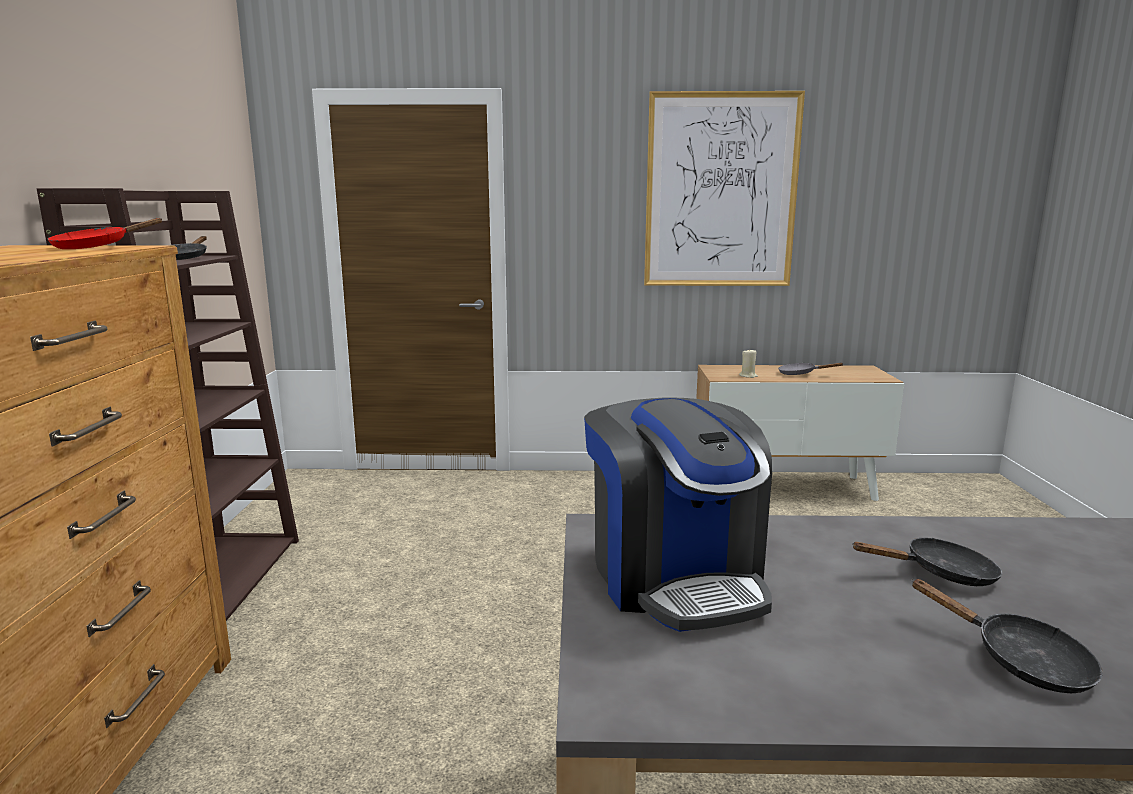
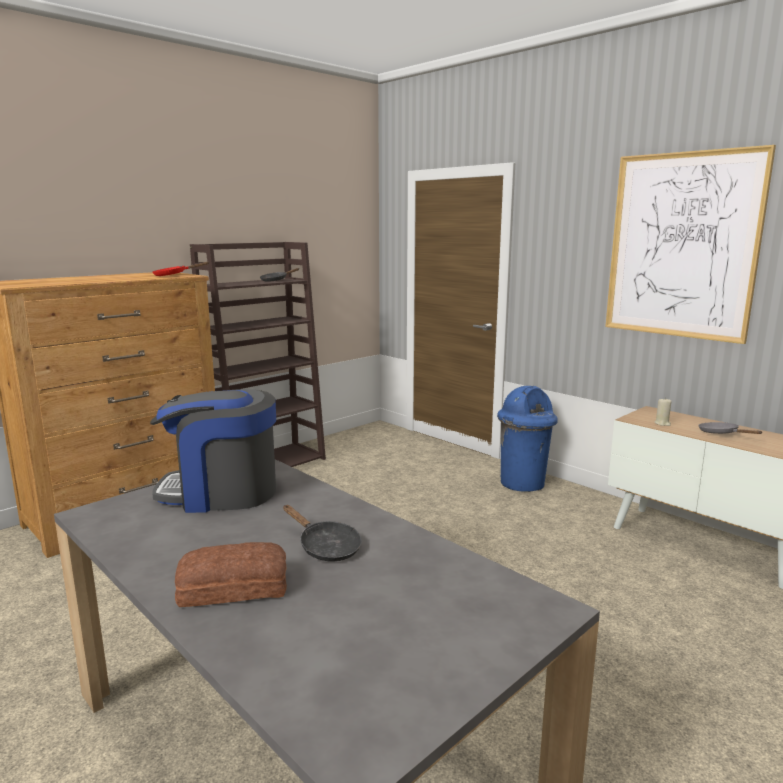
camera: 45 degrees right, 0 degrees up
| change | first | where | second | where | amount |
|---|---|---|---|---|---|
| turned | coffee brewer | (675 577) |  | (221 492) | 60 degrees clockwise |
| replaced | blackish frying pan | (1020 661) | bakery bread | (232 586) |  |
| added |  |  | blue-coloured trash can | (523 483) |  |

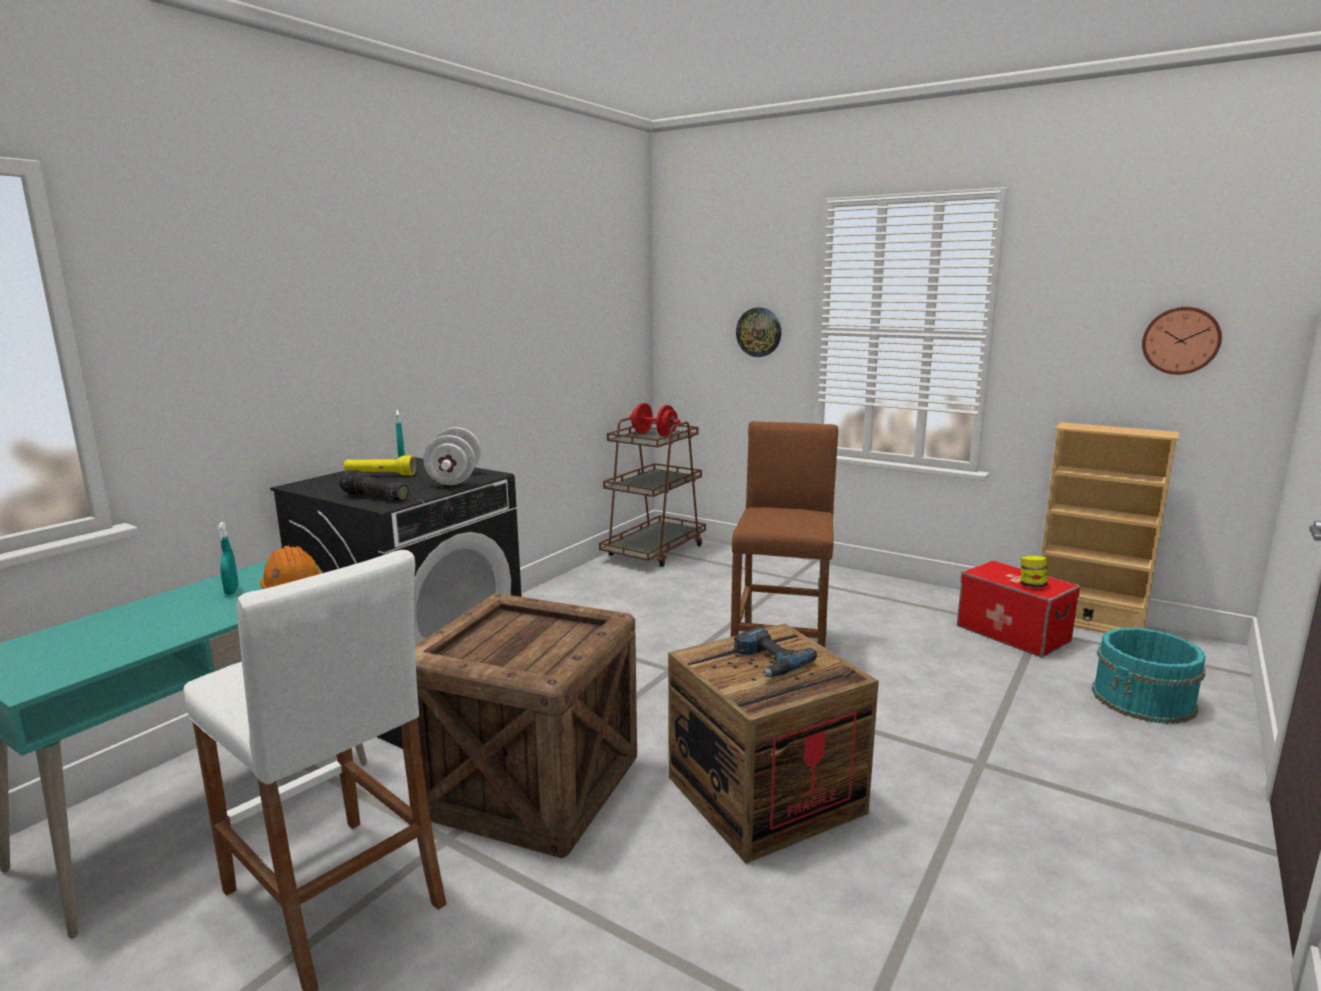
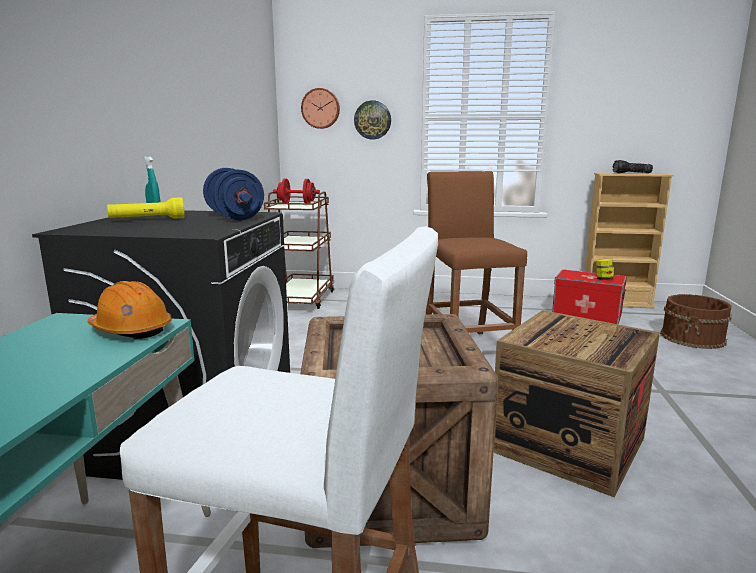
camera: 25 degrees left, 0 degrees up
| change | first | where | second | where | amount |
|---|---|---|---|---|---|
| moved | hanging clock | (1181 340) |  | (321 108) |  |
| recoloured | white-coloured dumbbell | (454 479) | blue-coloured dumbbell | (234 217) |  |
| moved | flashlight | (374 497) |  | (631 173) |  |
| removed | blue-green hand sprayer | (232 591) |  |  |  |
| removed | power drill | (767 661) |  |  |  |
| recoloured | blue-green bucket | (1144 699) | brownish bucket | (693 338) |  |

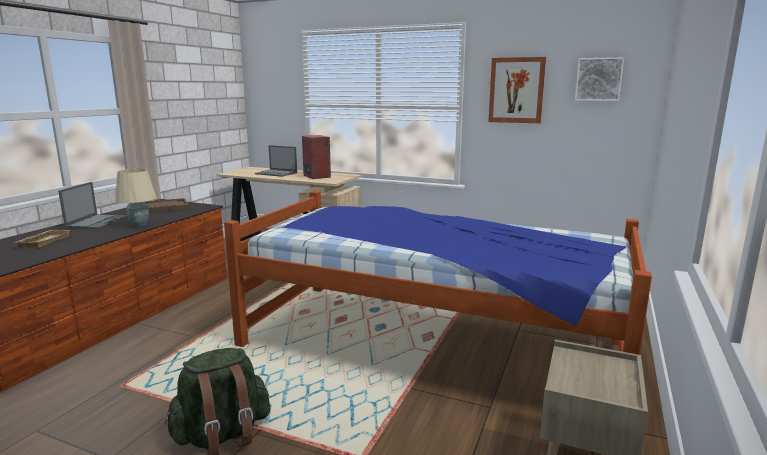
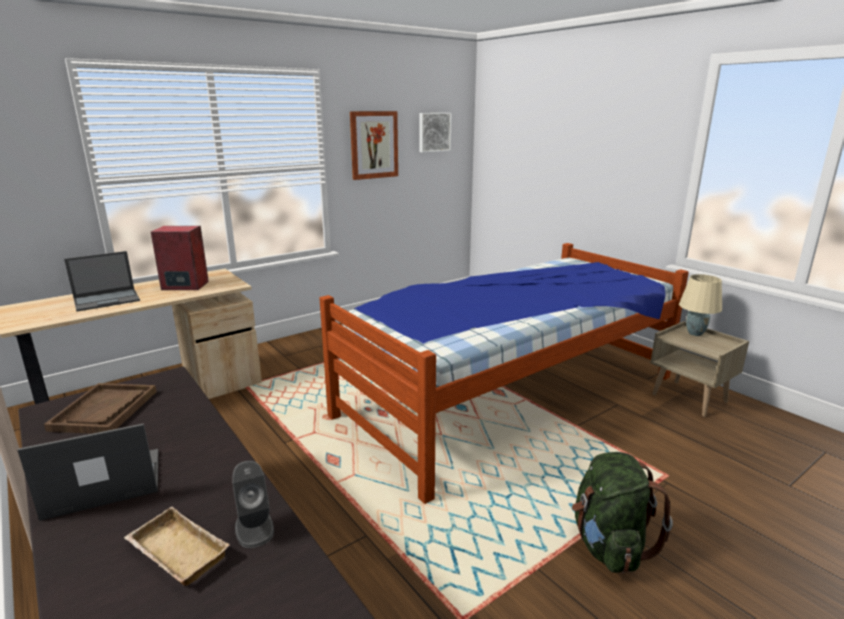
camera: 60 degrees left, 5 degrees up
| change | first | where | second | where | amount |
|---|---|---|---|---|---|
| moved | beige-coloured lamp for a table | (140 225) |  | (694 333) |  |
| turned | notebook computer | (97 222) |  | (102 484) | 60 degrees counterclockwise |
| added |  |  | grey speaker | (254 527) |  |

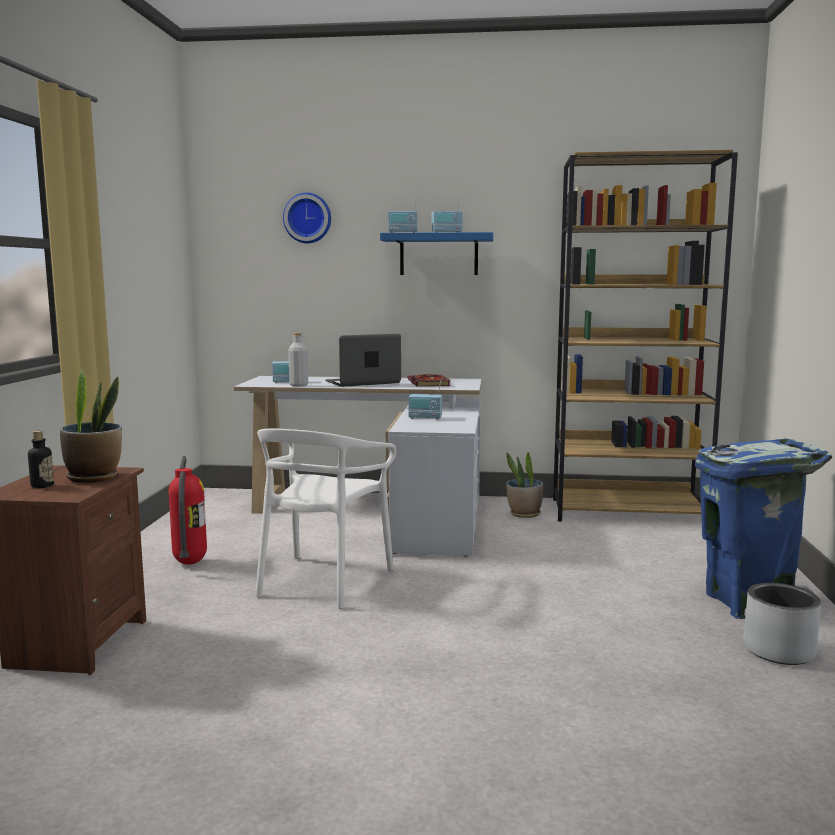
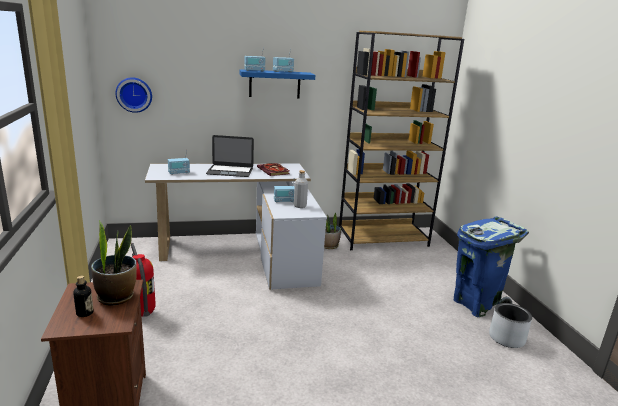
camera: 20 degrees left, 10 degrees up
| change | first | where | second | where | amount |
|---|---|---|---|---|---|
| moved | hanging clock | (308 218) |  | (134 94) |  |
| moved | grey beverage bottle | (298 385) |  | (300 206) |  |
| turned | notebook computer | (362 382) |  | (230 171) | 135 degrees counterclockwise |
| removed | white-coloured upright chair | (323 581) |  |  |  |

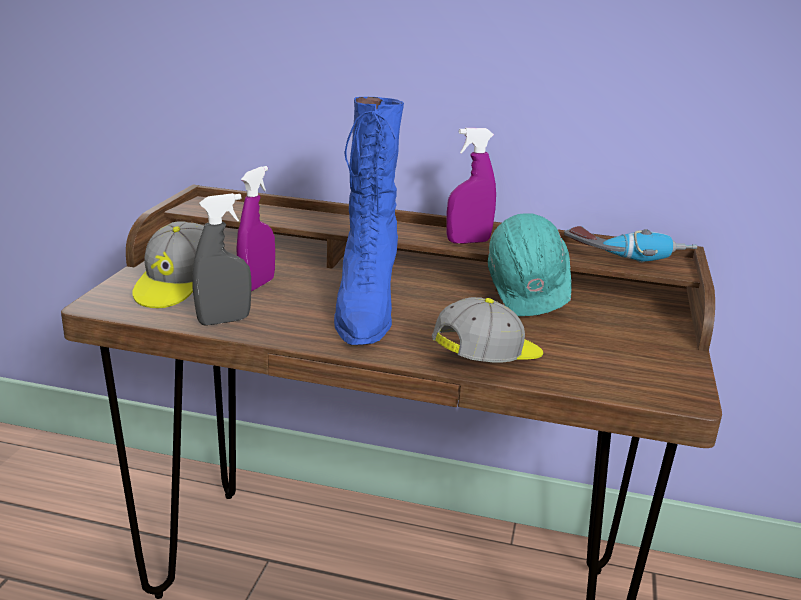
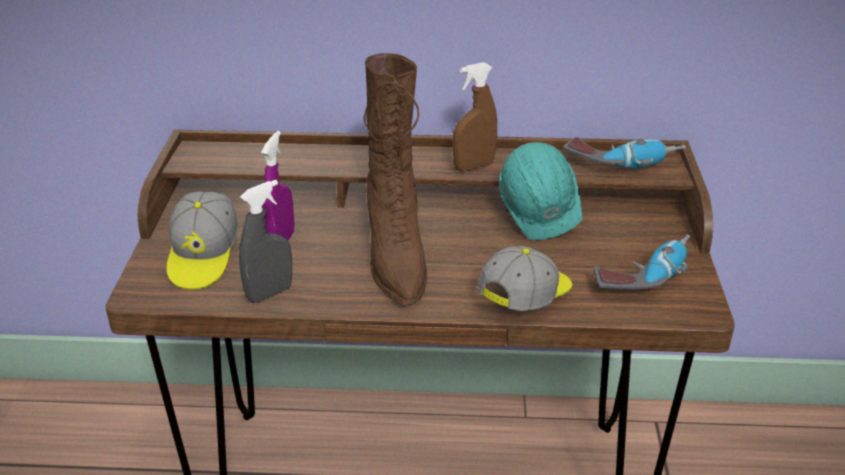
camera: 10 degrees left, 10 degrees up
| change | first | where | second | where | amount |
|---|---|---|---|---|---|
| recoloured | blue-coloured high-top boot | (365 310) | brownish high-top boot | (395 257) |  |
| recoloured | purple hand sprayer | (468 241) | brownish hand sprayer | (473 166) |  |
| added |  |  | power drill | (645 275) |  |

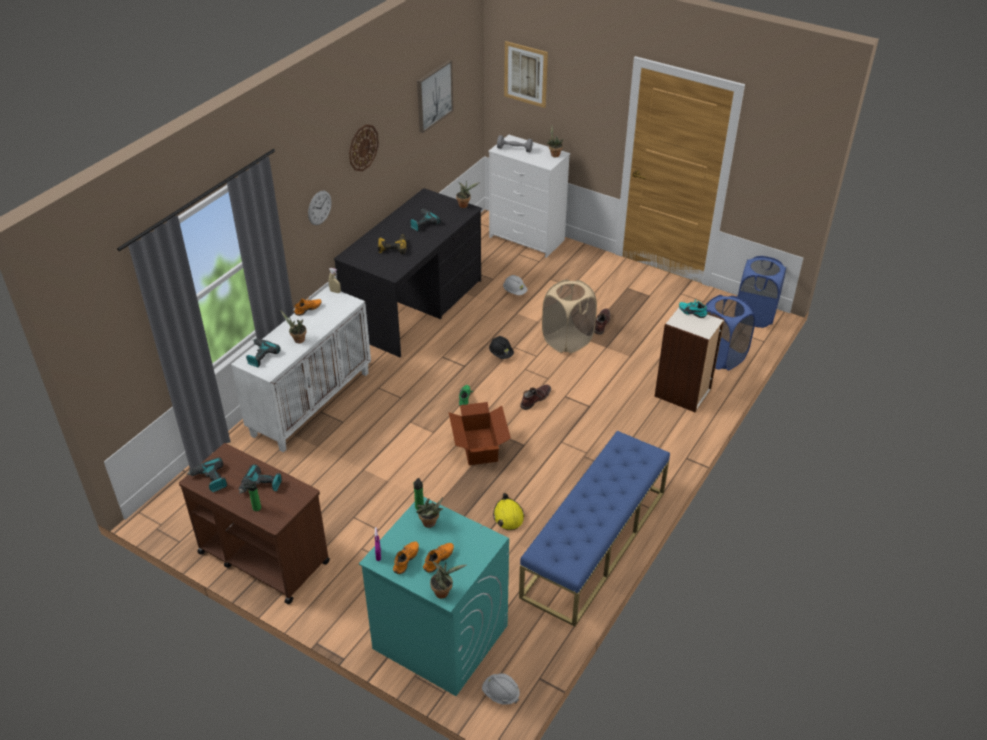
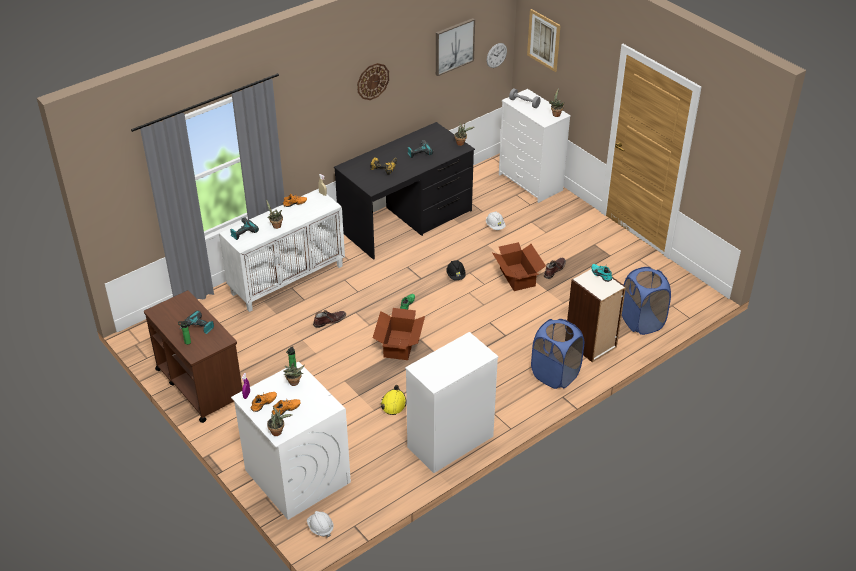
camera: 20 degrees right, 0 degrees up
| change | first | where | second | where | amount |
|---|---|---|---|---|---|
| moved | hanging clock | (319 207) |  | (496 55) |  |
| moved | blue-coloured washing basket | (755 316) |  | (555 375) |  |
| replaced | beige-coloured washing basket | (567 340) | carton | (517 277) |  |
| moved | brownish high-top boot | (535 399) |  | (329 321) |  |
| replaced | blue-coloured long seat | (594 543) | white-coloured drawer chest | (449 442) |  |
| removed | power drill | (210 479) |  |  |  |
| recoloured | blue-green washing machine | (439 636) | white-coloured washing machine | (297 476) |  |

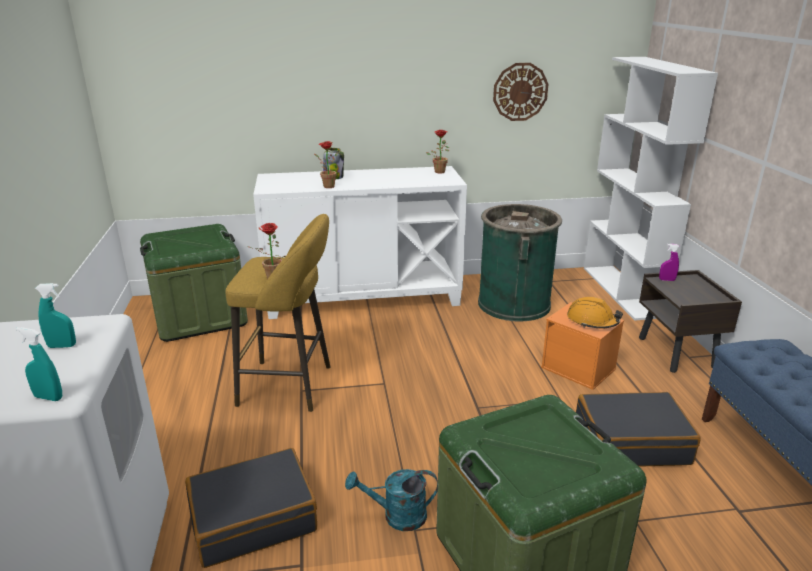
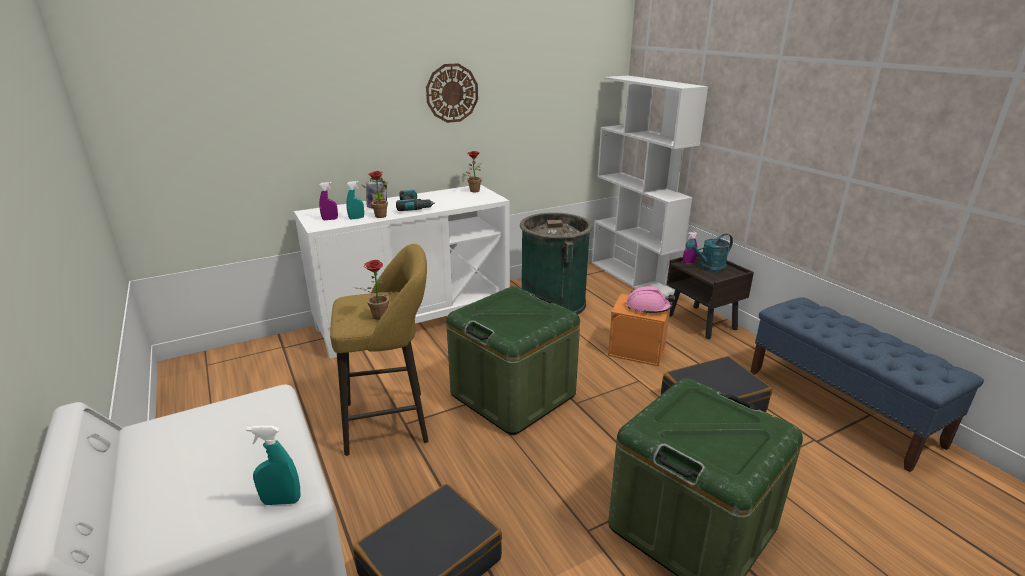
camera: 20 degrees left, 0 degrees up
| change | first | where | second | where | amount |
|---|---|---|---|---|---|
| moved | hanging clock | (520 92) |  | (452 93) |  |
| moved | green storage container | (199 316) |  | (513 394) |  |
| moved | blue-green hand sprayer | (62 346) |  | (356 218) |  |
| recoloured | orangey work helmet | (592 321) | pinkish work helmet | (648 307) |  |
| moved | blue-green watering pot | (397 516) |  | (708 268) |  |
| added |  |  | purple hand sprayer | (330 219) |  |
| added |  |  | power drill | (414 207) |  |

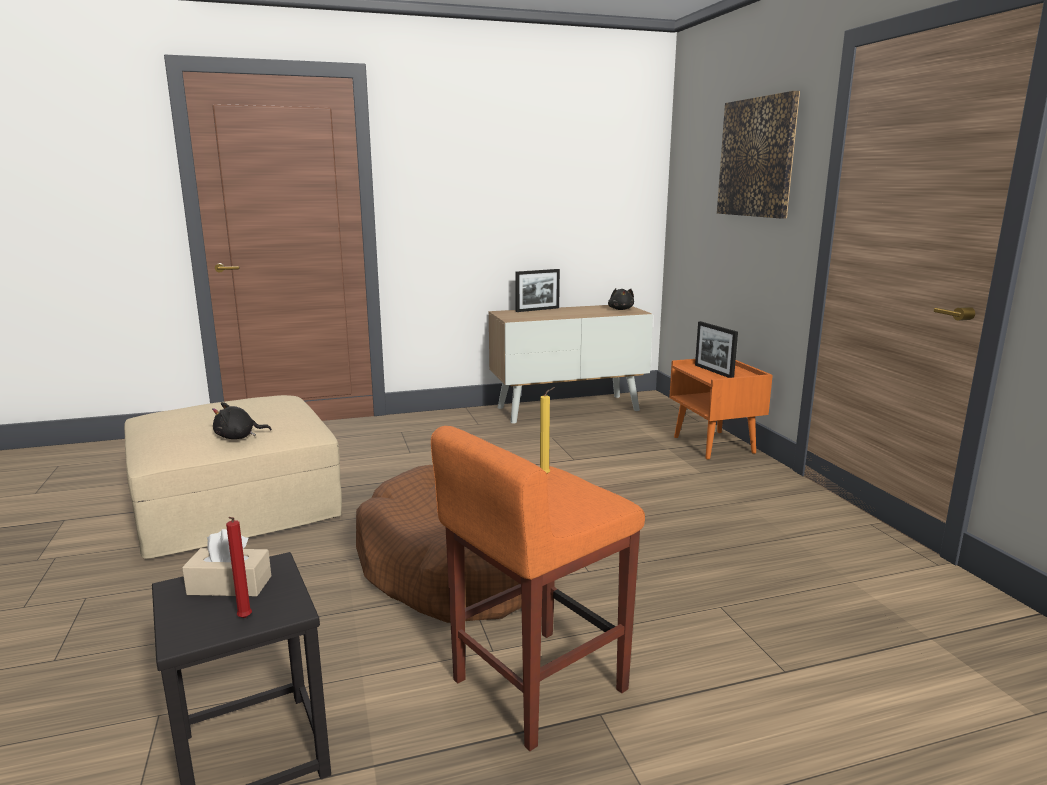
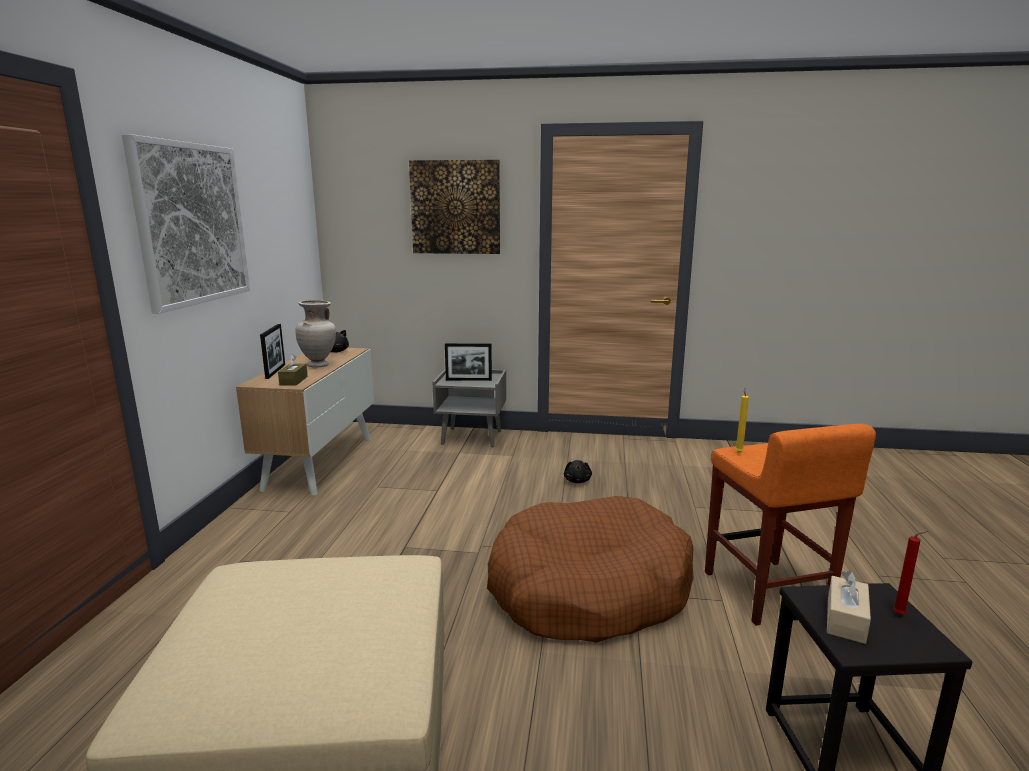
camera: 65 degrees left, 0 degrees up
| change | first | where | second | where | amount |
|---|---|---|---|---|---|
| recoloured | orangey nightstand | (715 445) | grey nightstand | (472 437) |  |
| moved | blackish cuddly toy | (238 437) |  | (577 481) |  |
| added |  |  | picture | (192 224) |  |
| added |  |  | beige-coloured decorative vase | (319 365) |  |
| added |  |  | brownish box of tissues | (293 381) |  |

